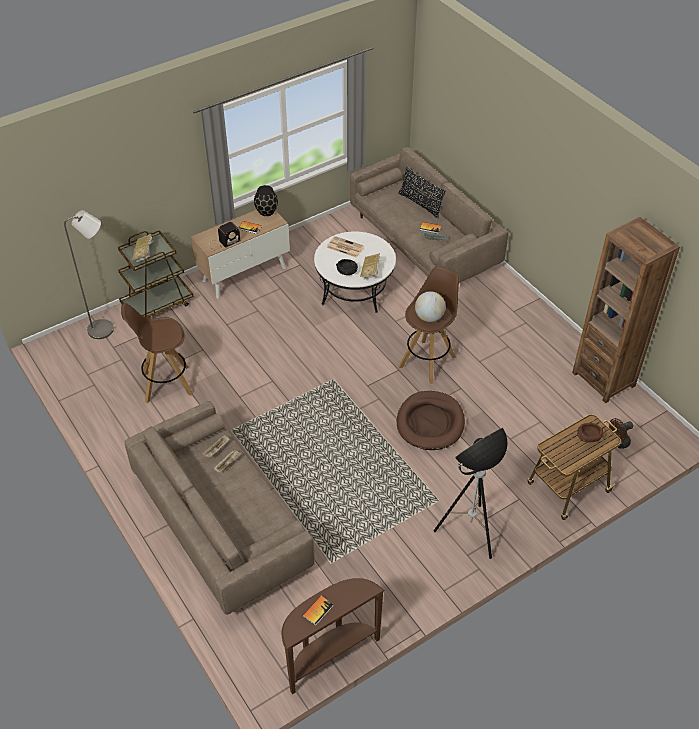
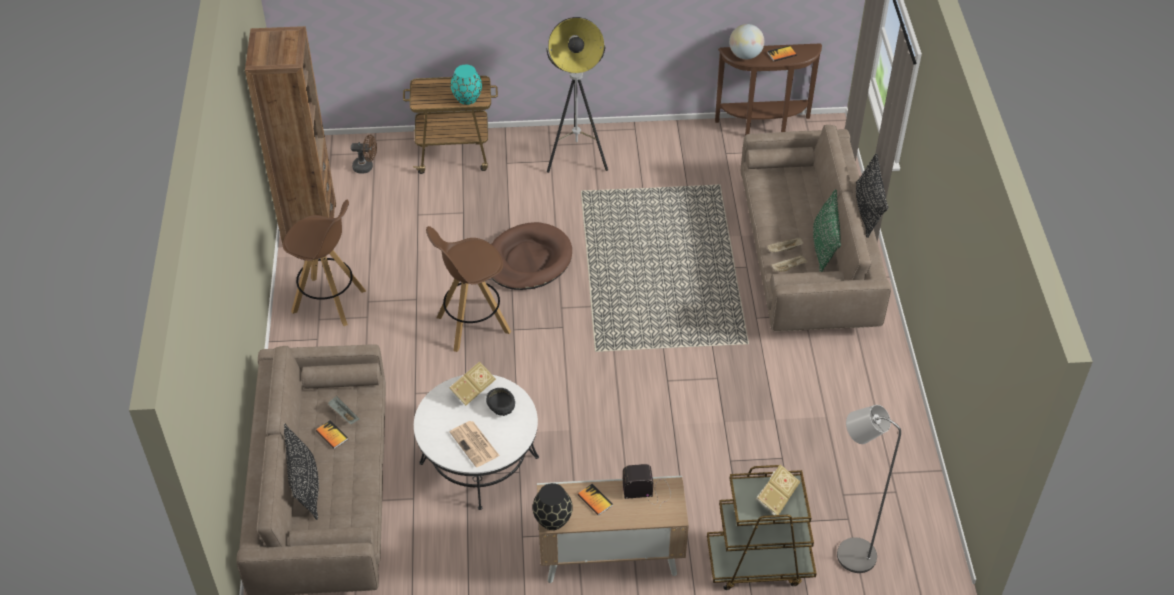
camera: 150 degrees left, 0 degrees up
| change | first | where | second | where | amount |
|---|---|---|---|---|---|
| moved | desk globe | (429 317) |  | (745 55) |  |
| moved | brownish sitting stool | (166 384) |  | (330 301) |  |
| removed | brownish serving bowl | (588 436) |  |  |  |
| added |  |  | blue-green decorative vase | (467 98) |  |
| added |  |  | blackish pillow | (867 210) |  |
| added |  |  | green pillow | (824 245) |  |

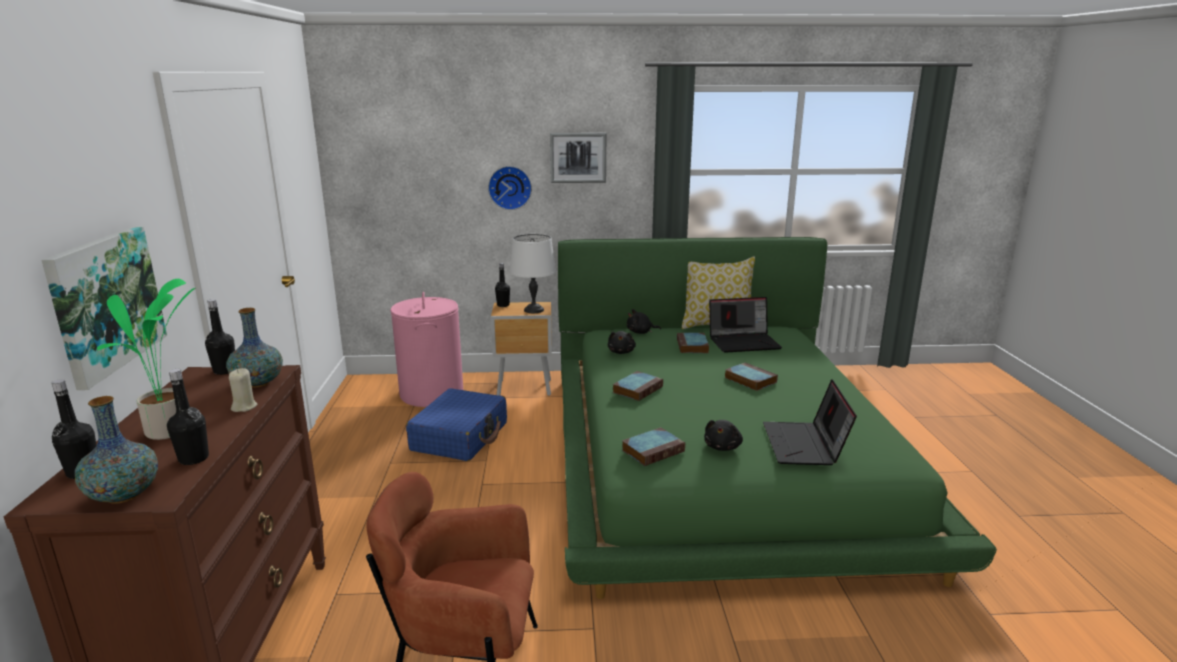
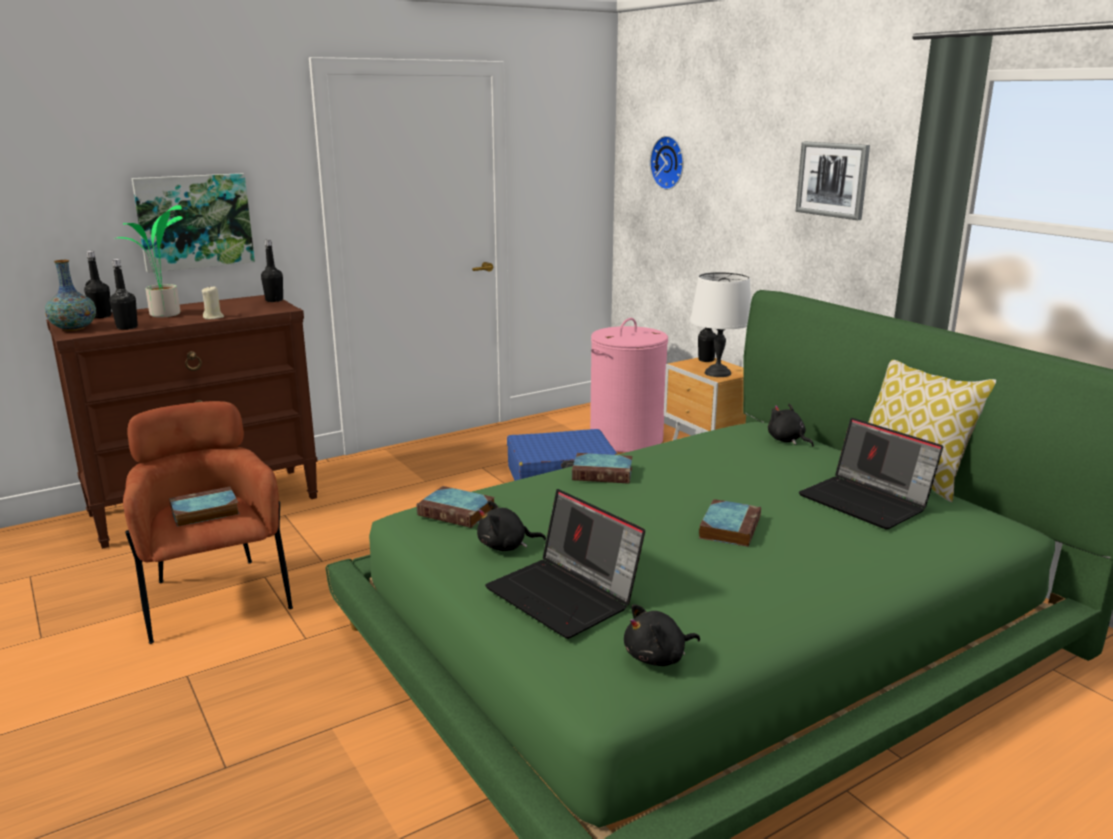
camera: 60 degrees right, 0 degrees up
| change | first | where | second | where | amount |
|---|---|---|---|---|---|
| moved | hanging clock | (510 187) |  | (669 162) |  |
| removed | decorative vase | (258 383) |  |  |  |
| moved | blackish cuddly toy | (621 352) |  | (658 657) |  |
| moved | volume | (692 346) |  | (203 512) |  |
| turned | notebook computer | (805 445) |  | (565 596) | 105 degrees counterclockwise |

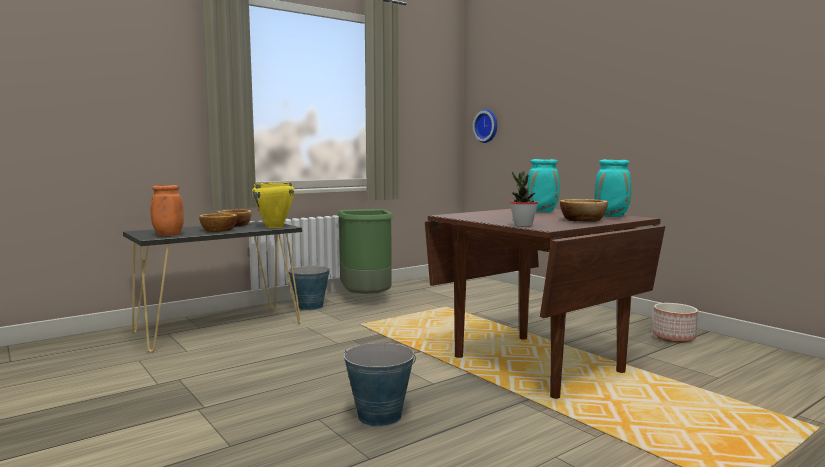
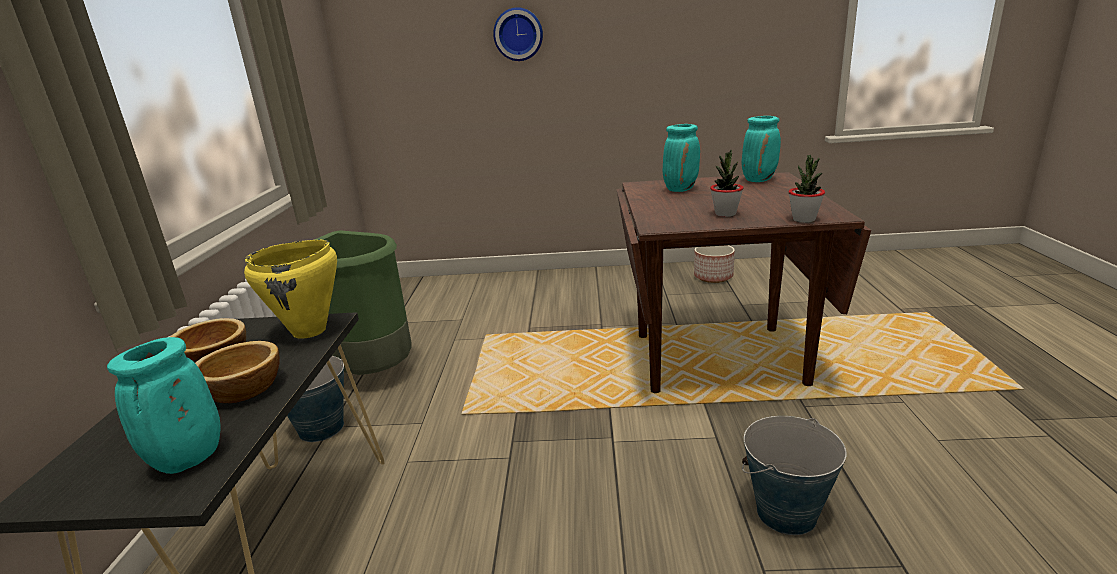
camera: 50 degrees left, 15 degrees up
| change | first | where | second | where | amount |
|---|---|---|---|---|---|
| moved | hanging clock | (487 126) |  | (518 34) |  |
| recoloured | orangey decorative vase | (167 235) | blue-green decorative vase | (187 461) |  |
| removed | serving bowl | (583 220) |  |  |  |
| added |  |  | plant in a pot | (725 214) |  |

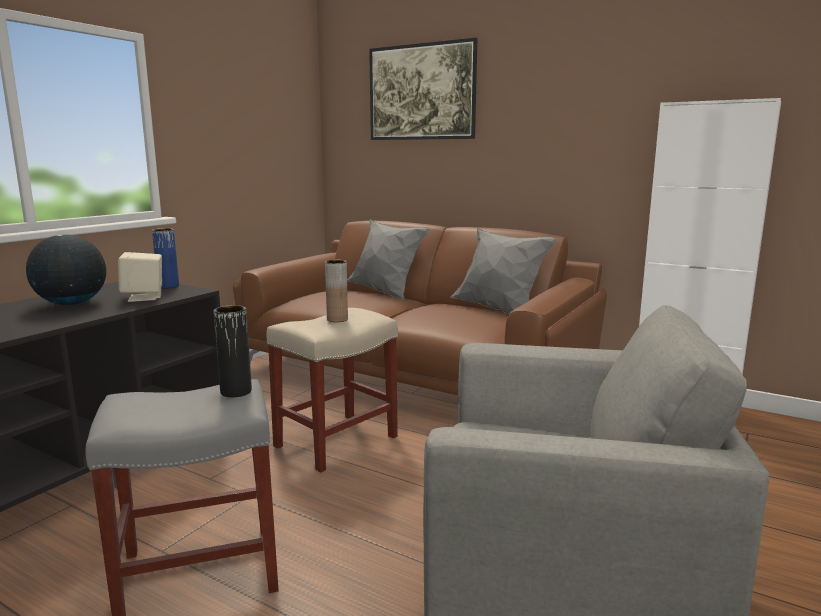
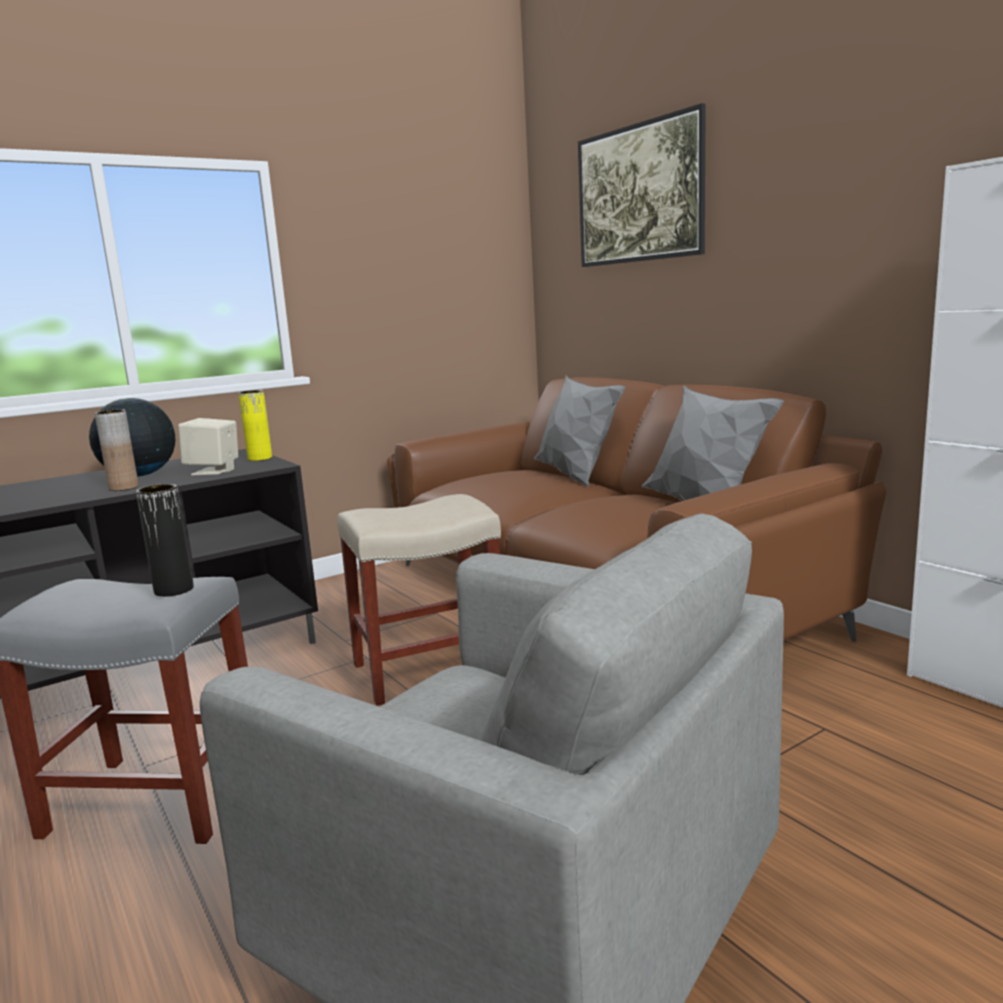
camera: 25 degrees right, 0 degrees up
| change | first | where | second | where | amount |
|---|---|---|---|---|---|
| recoloured | blue-coloured decorative vase | (168 286) | yellow-coloured decorative vase | (260 458) |  |
| moved | brownish decorative vase | (337 319) |  | (124 488) |  |

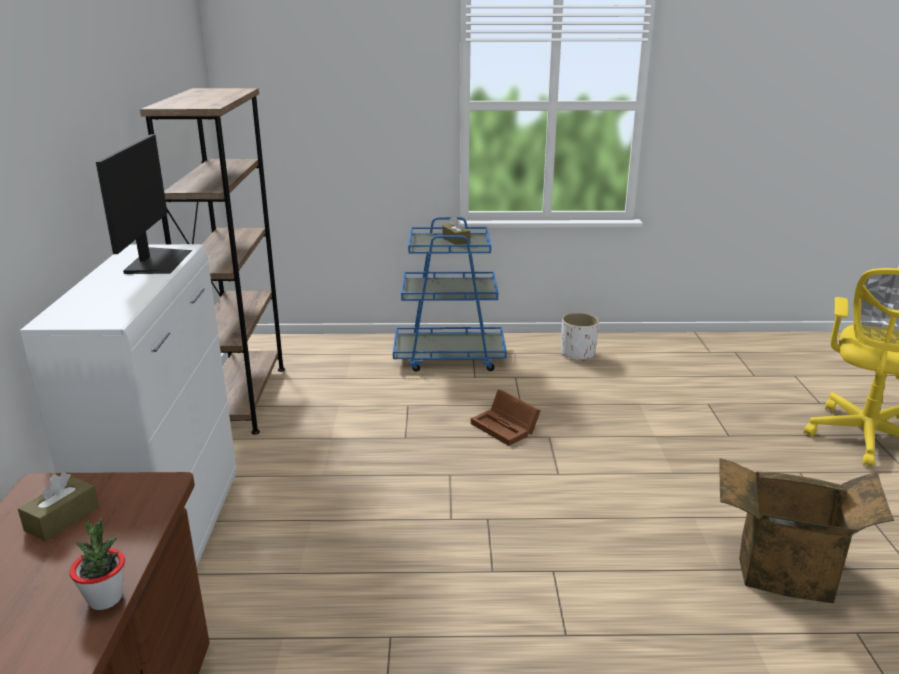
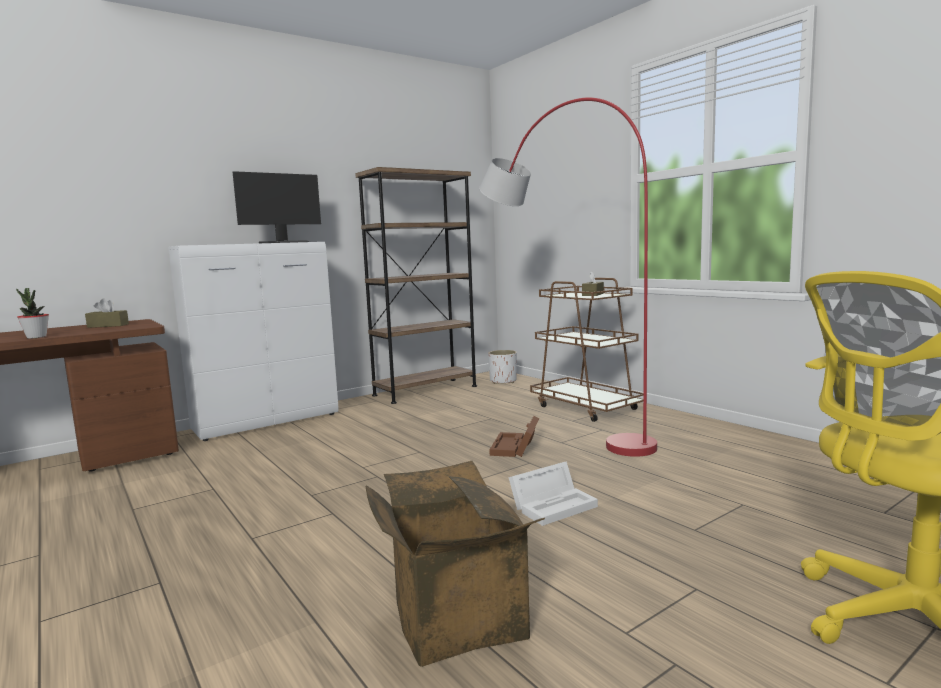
camera: 55 degrees right, 15 degrees down
| change | first | where | second | where | amount |
|---|---|---|---|---|---|
| recoloured | blue-coloured wheeled cart | (450 357) | brownish wheeled cart | (585 407) |  |
| moved | white-coloured planter | (577 354) |  | (503 381) |  |
| added |  |  | red floor lamp | (559 428) |  |
| added |  |  | white-coloured storage container | (554 505) |  |

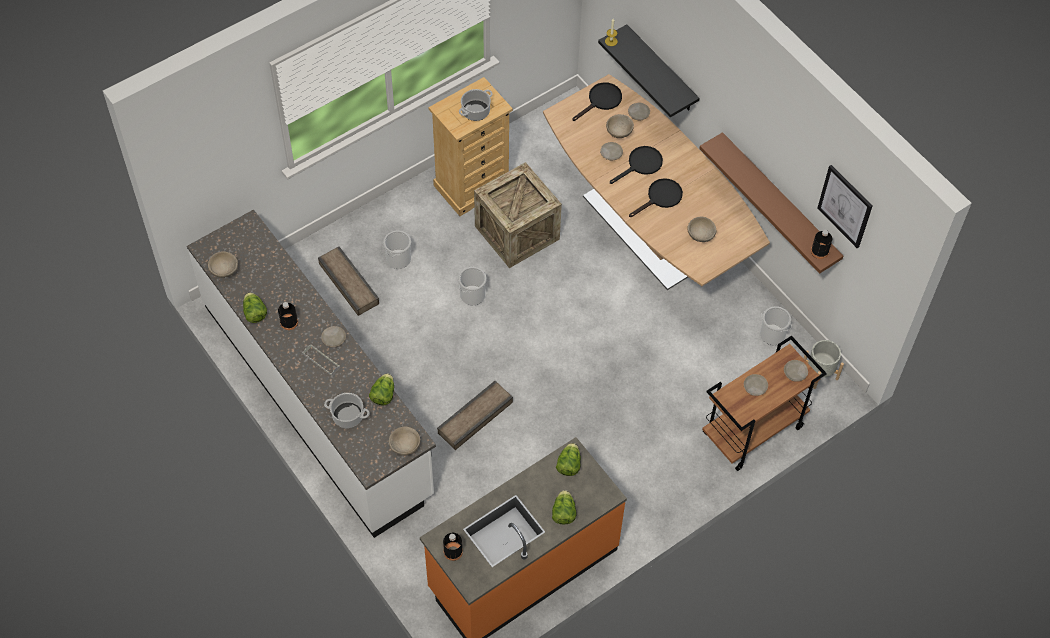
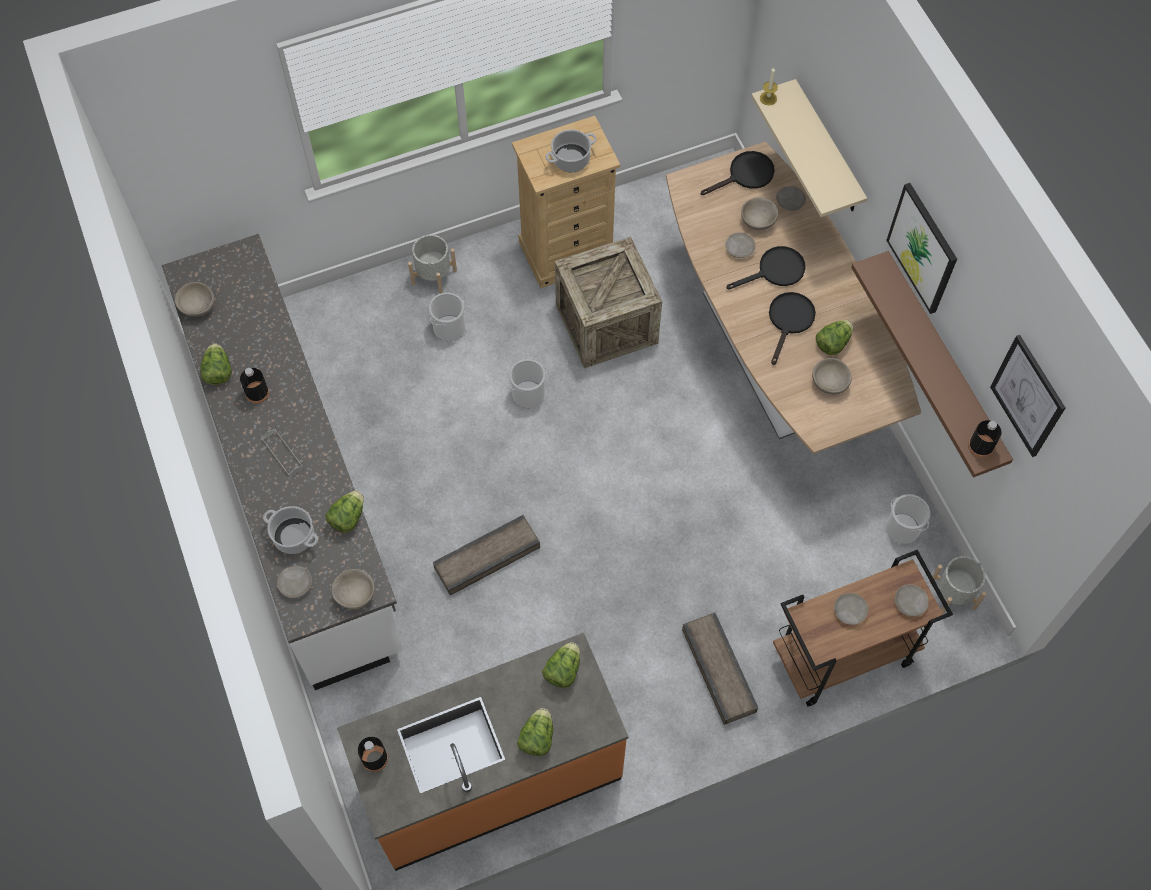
camera: 15 degrees right, 5 degrees up
| change | first | where | second | where | amount |
|---|---|---|---|---|---|
| recoloured | blackish wall shelf | (661 70) | beige-coloured wall shelf | (827 150) |  |
| turned | blackish frying pan | (661 198) |  | (789 321) | 45 degrees counterclockwise |
| moved | shipping crate | (349 283) |  | (720 669) |  |
| moved | beige-coloured dinner plate | (334 339) |  | (296 584) |  |
| added |  |  | picture | (923 248) |  |
| added |  |  | grey planter | (434 277) |  |
| added |  |  | head of lettuce | (833 343) |  |

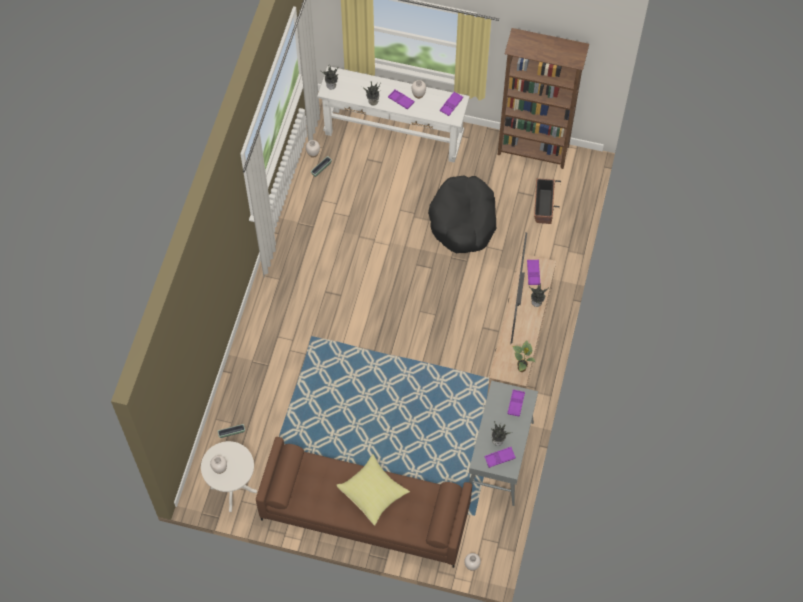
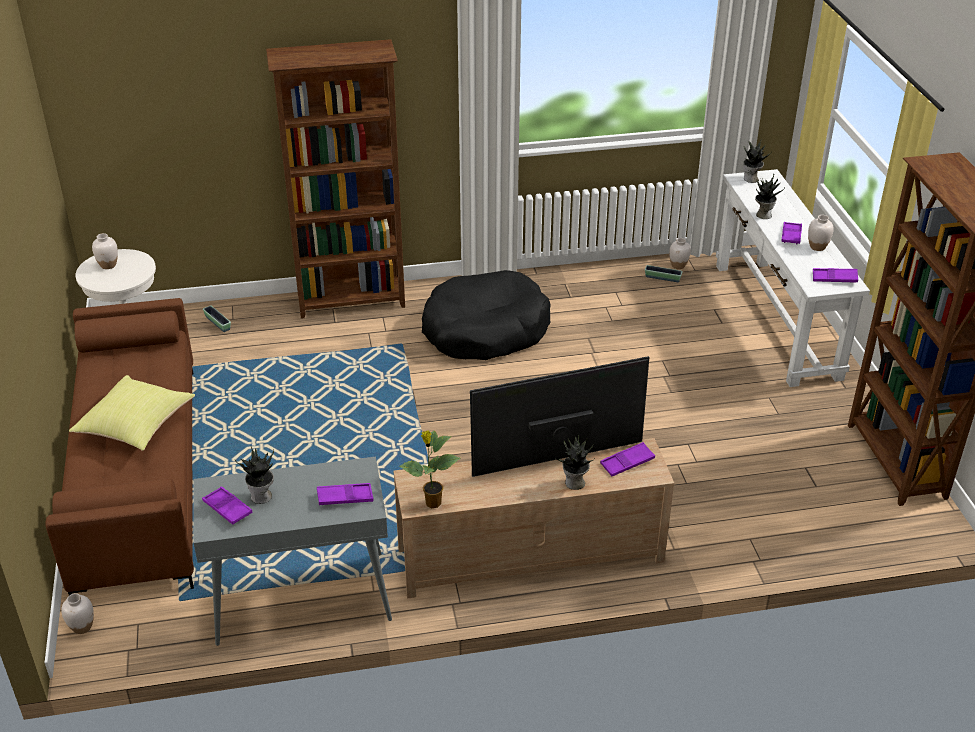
camera: 65 degrees right, 25 degrees down
| change | first | where | second | where | amount |
|---|---|---|---|---|---|
| moved | blackish dog cushion | (463 220) |  | (485 330) |  |
| removed | planter | (543 206) |  |  |  |
| added |  |  | brownish bookcase | (352 301) |  |

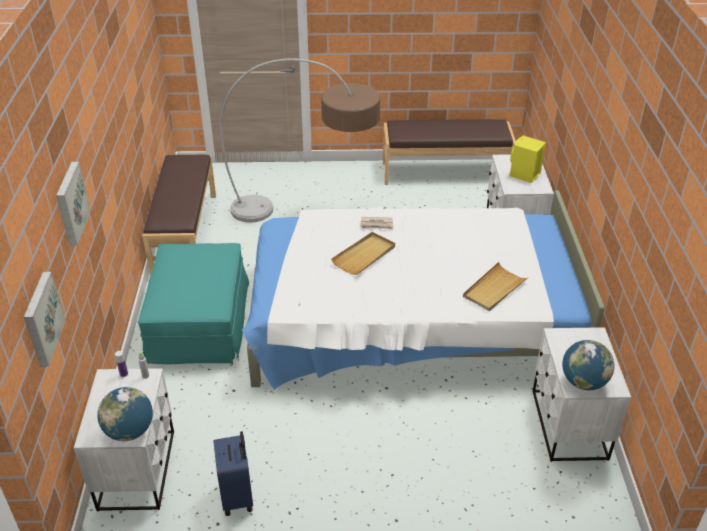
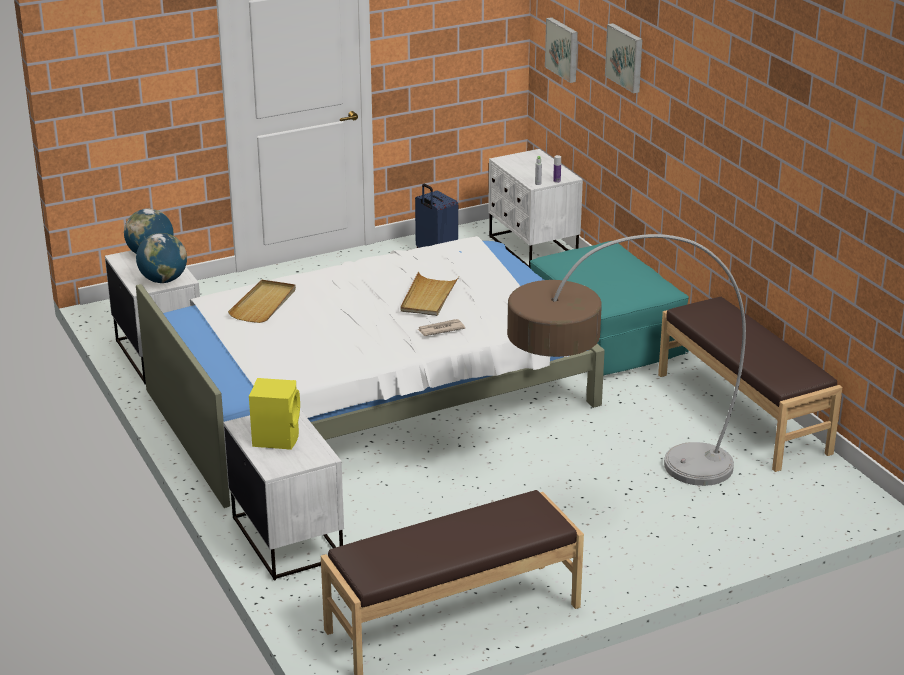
camera: 155 degrees right, 10 degrees down
| change | first | where | second | where | amount |
|---|---|---|---|---|---|
| moved | desk globe | (129 431) |  | (163 280) |  |

